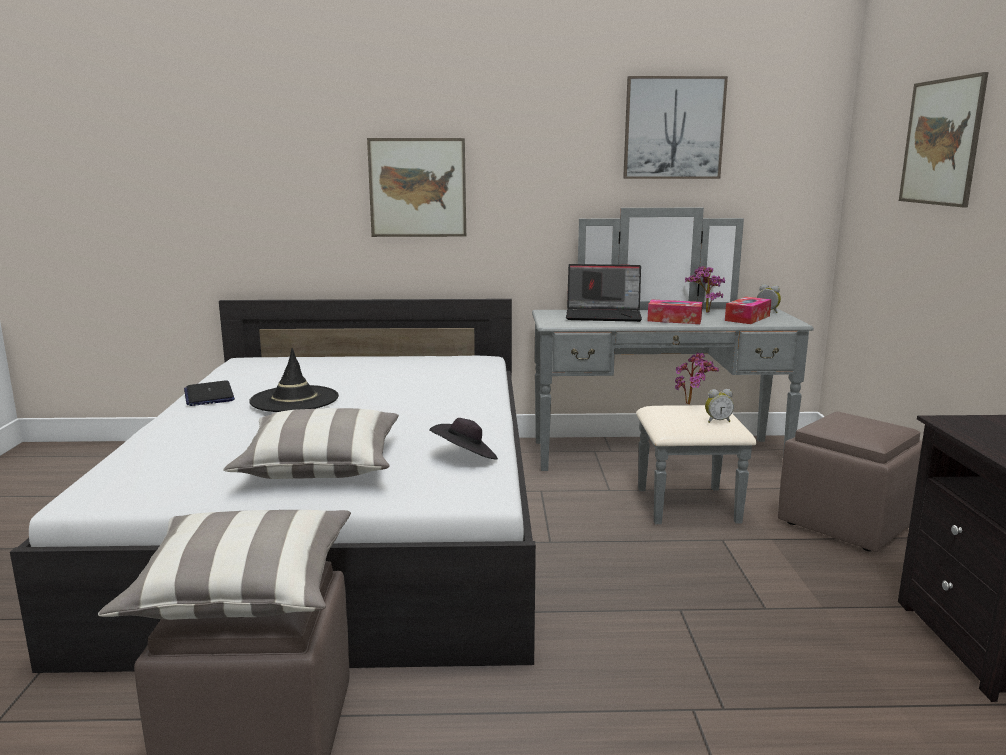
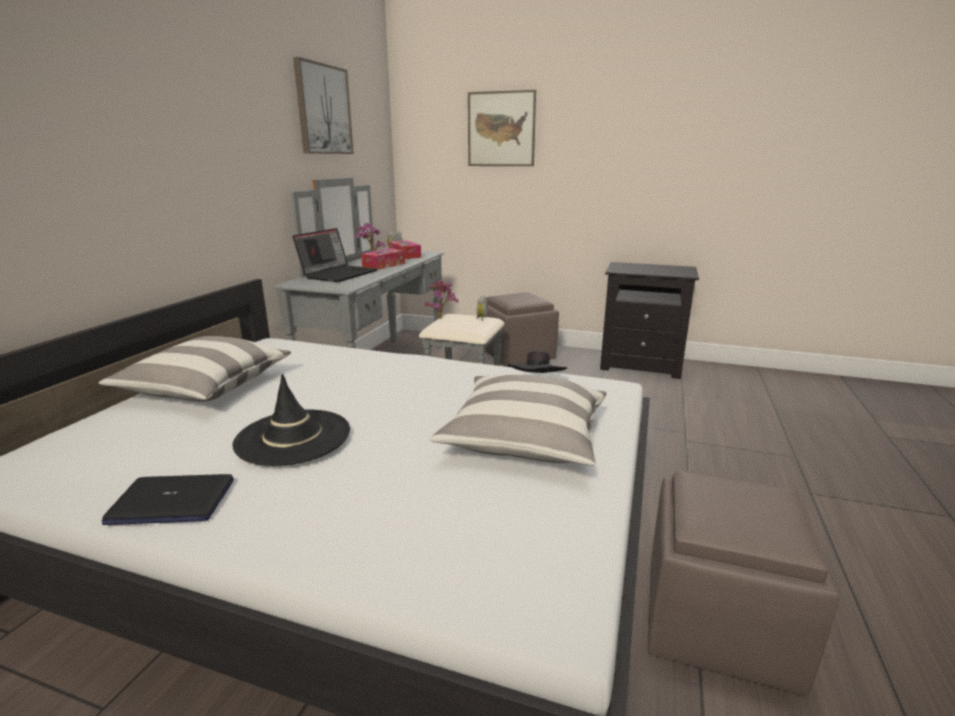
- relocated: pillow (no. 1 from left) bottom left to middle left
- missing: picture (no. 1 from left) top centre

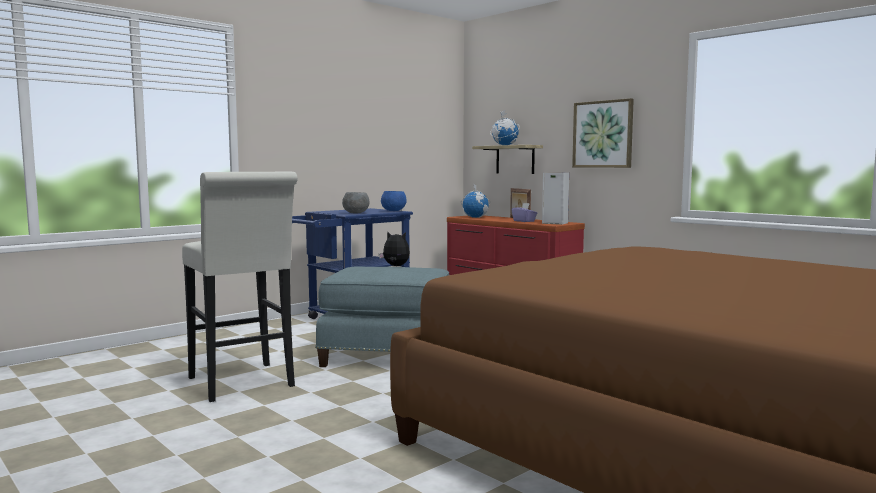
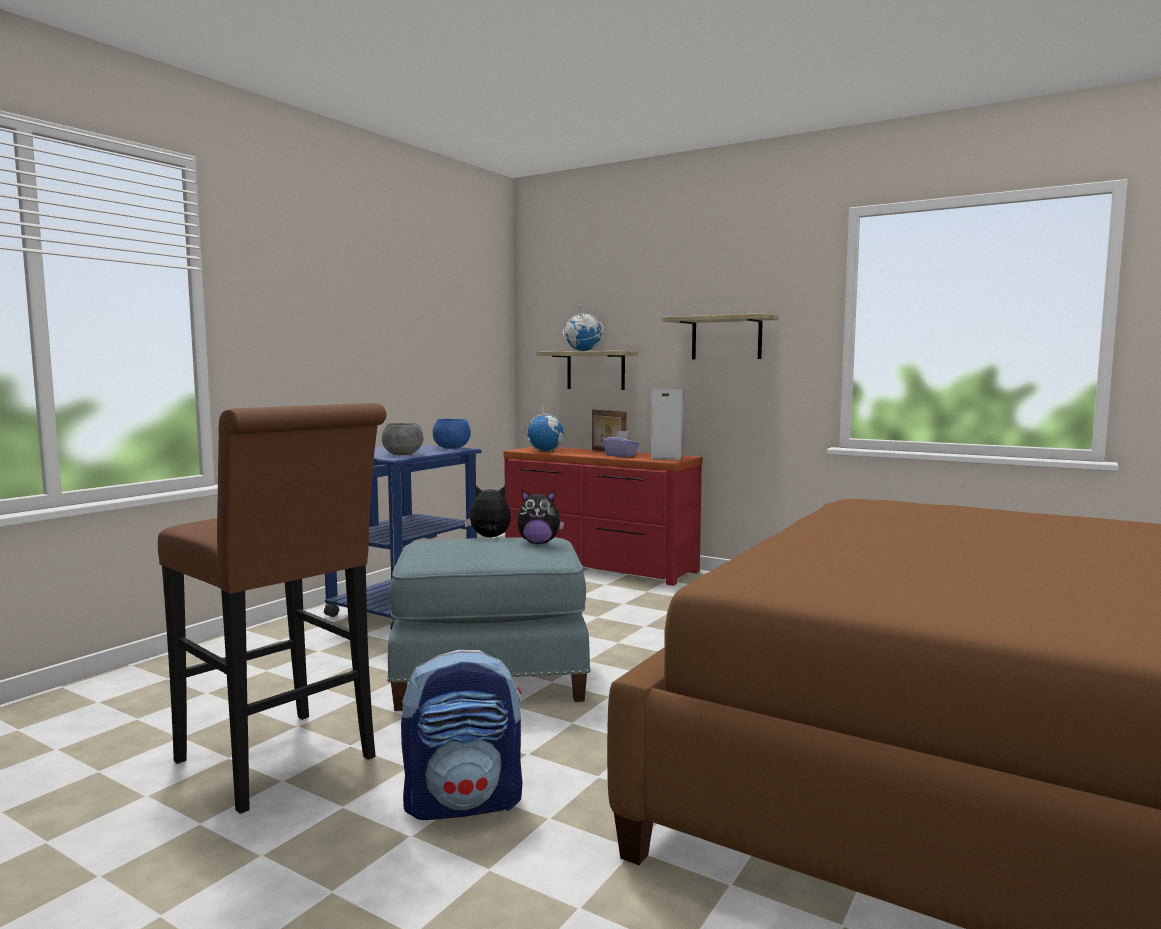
- colour: white sitting stool middle left to brown-coloured sitting stool middle left
- exchanged: picture top right to wall shelf (no. 2 from left) centre
- appeared: rucksack bottom centre
- appeared: plush toy (no. 2 from left) centre

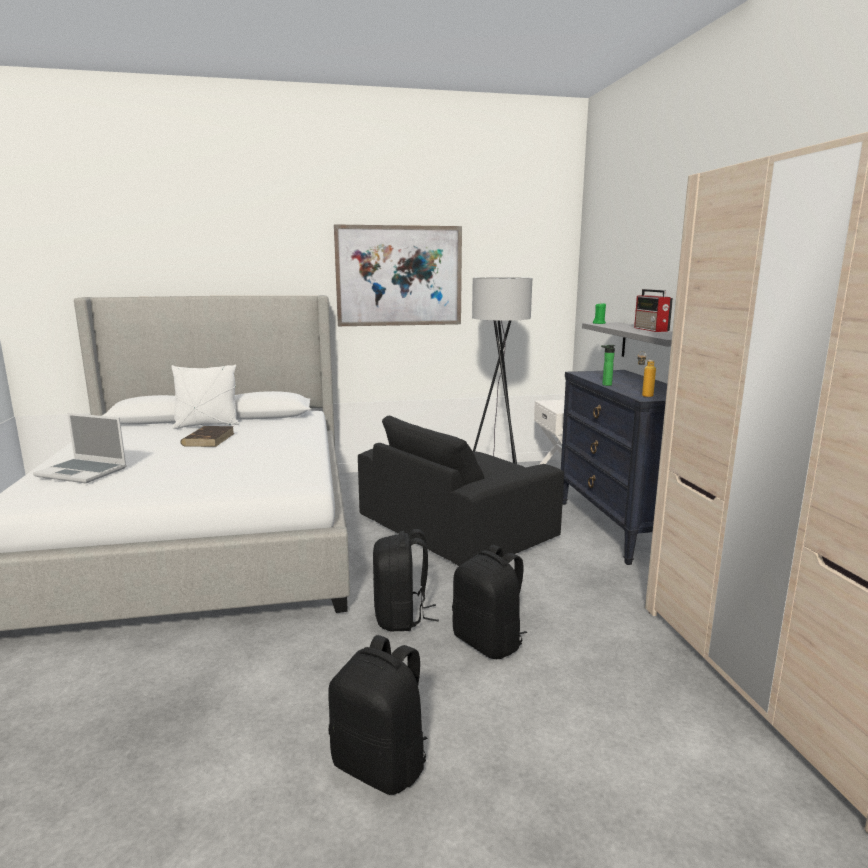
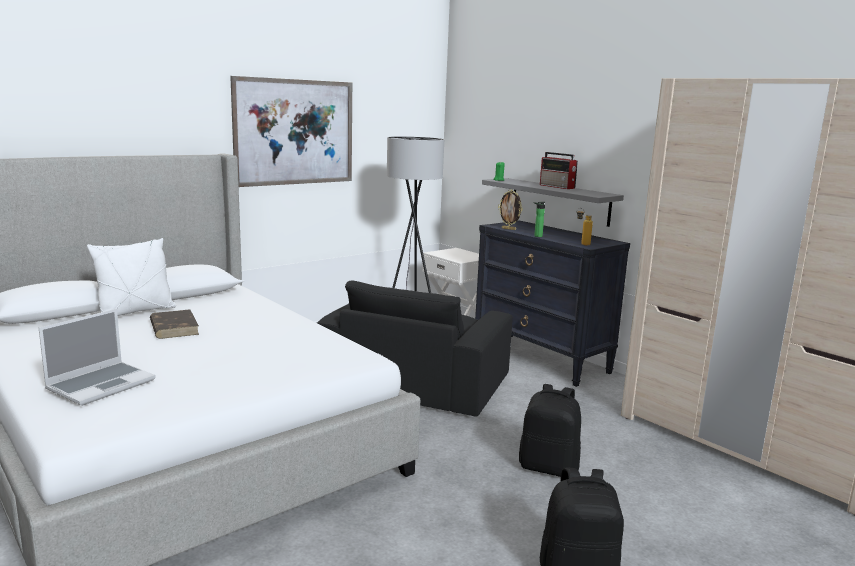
- spun: laptop middle left = middle left 45 degrees counterclockwise
- missing: black-coloured rucksack (no. 2 from left) bottom centre
- appeared: photo frame centre

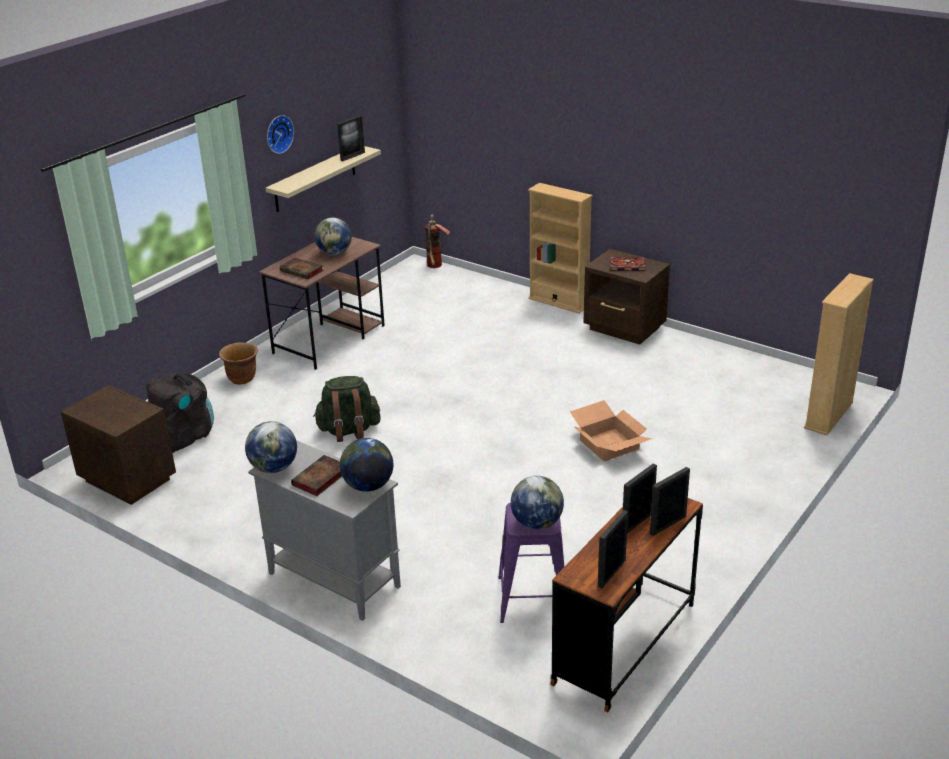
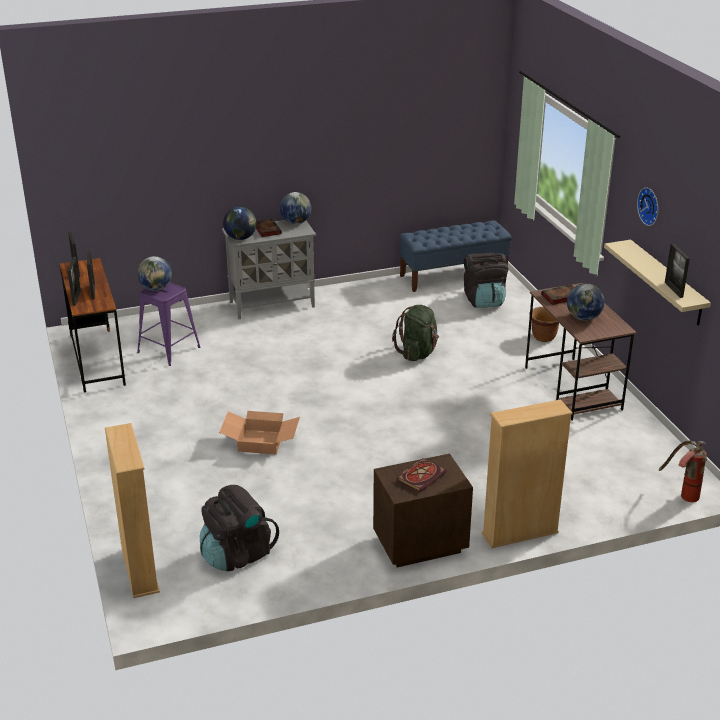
- exchanged: brown-coloured bedside table (no. 1 from left) middle left to bluish bench centre
- appeared: black-coloured rucksack (no. 1 from left) bottom left

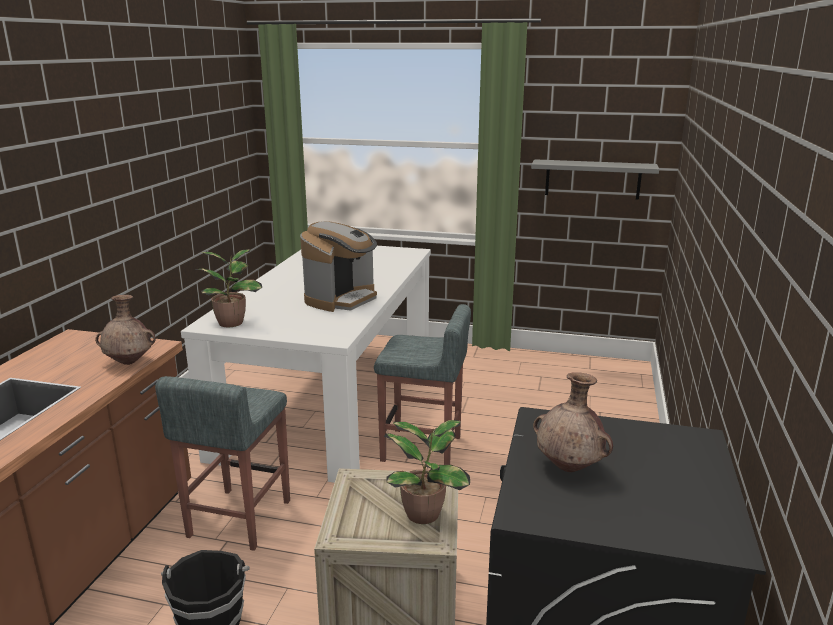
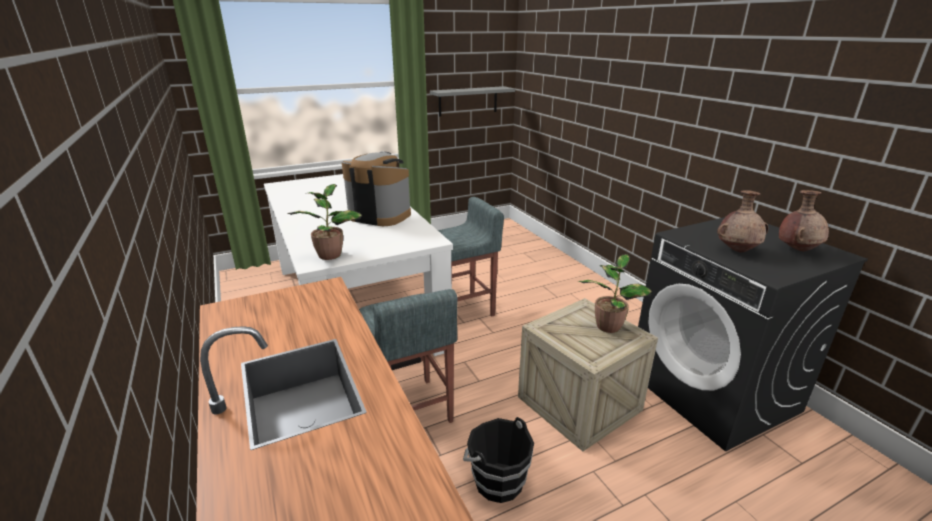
- relocated: brown-coloured vase (no. 1 from left in the first image) middle left to brown-coloured vase (no. 2 from left) middle right
- spun: coffee maker centre = centre 60 degrees counterclockwise

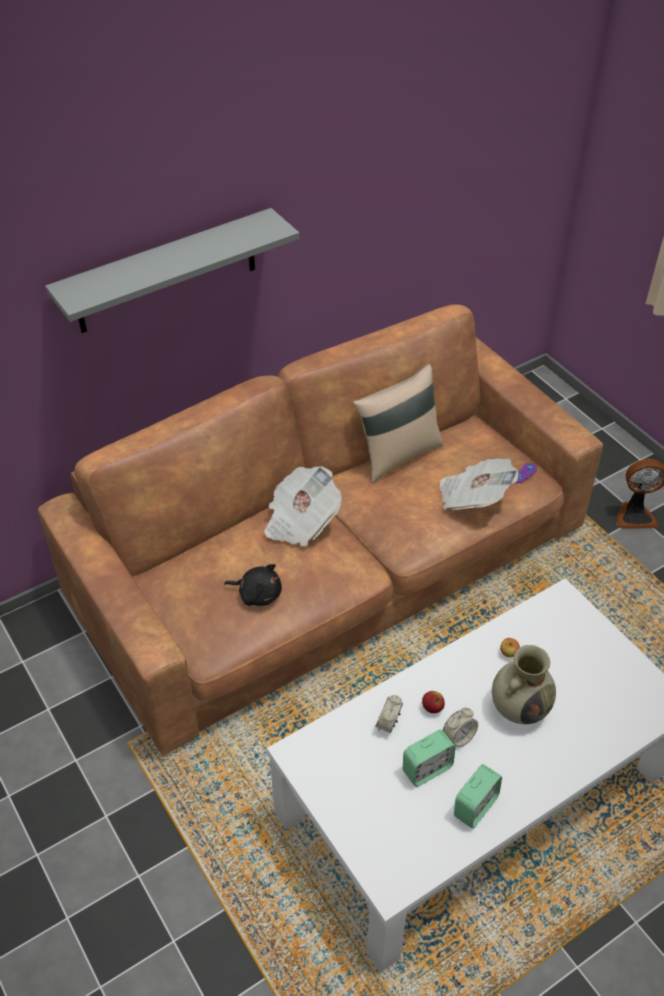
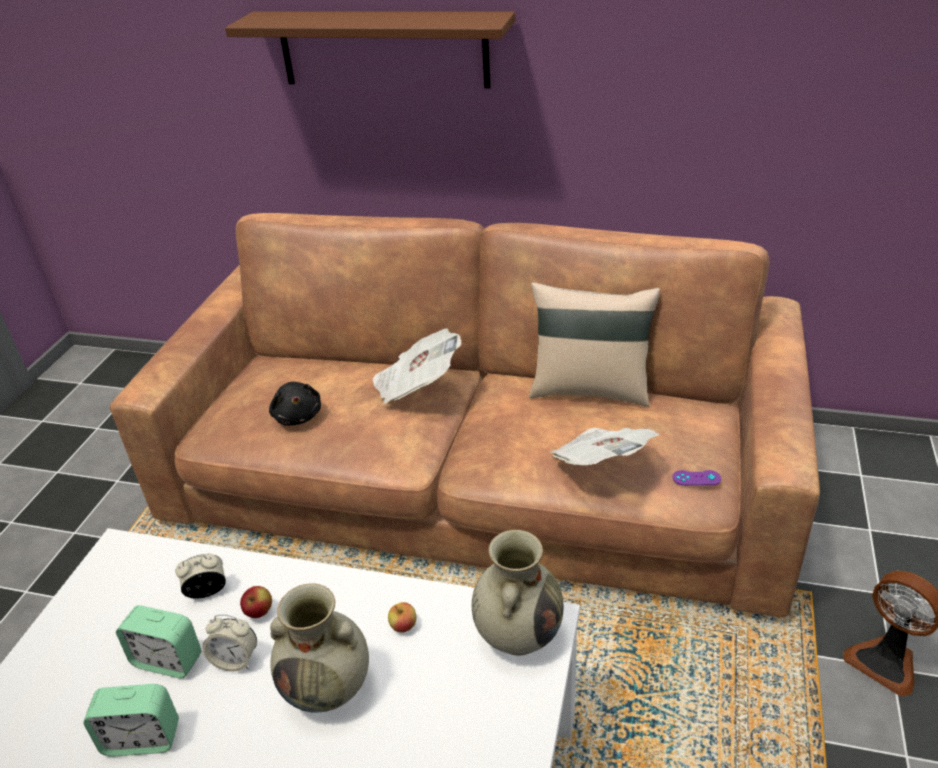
- colour: grey wall shelf top left to brown-coloured wall shelf top centre
- appeared: beige-coloured vase (no. 2 from left) bottom centre

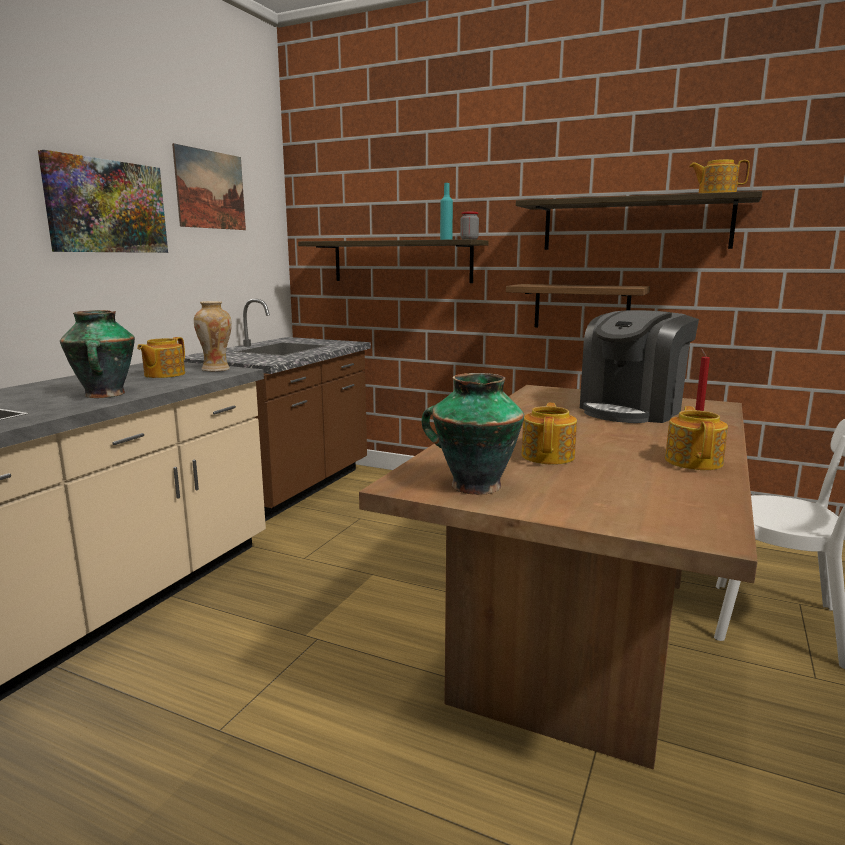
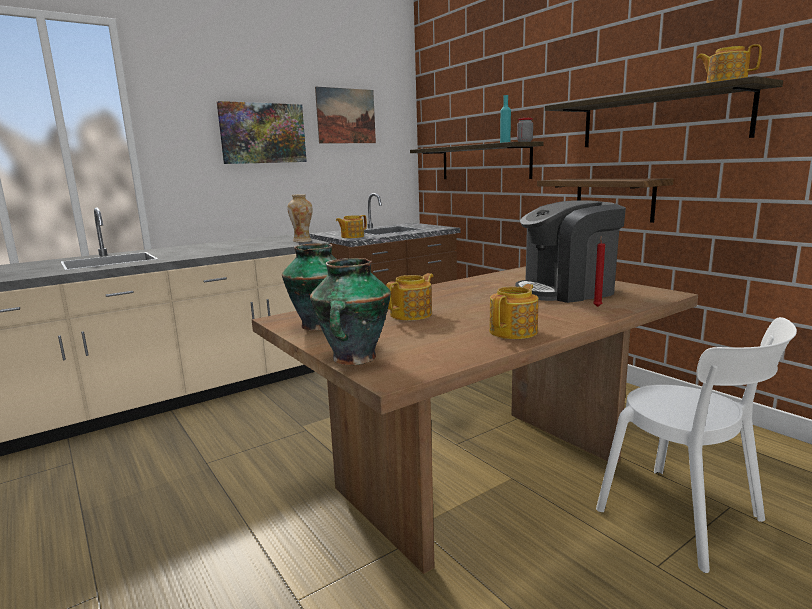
- relocated: vase (no. 1 from left in the first image) middle left to vase (no. 3 from left) centre
- relocated: teapot (no. 1 from left) middle left to centre

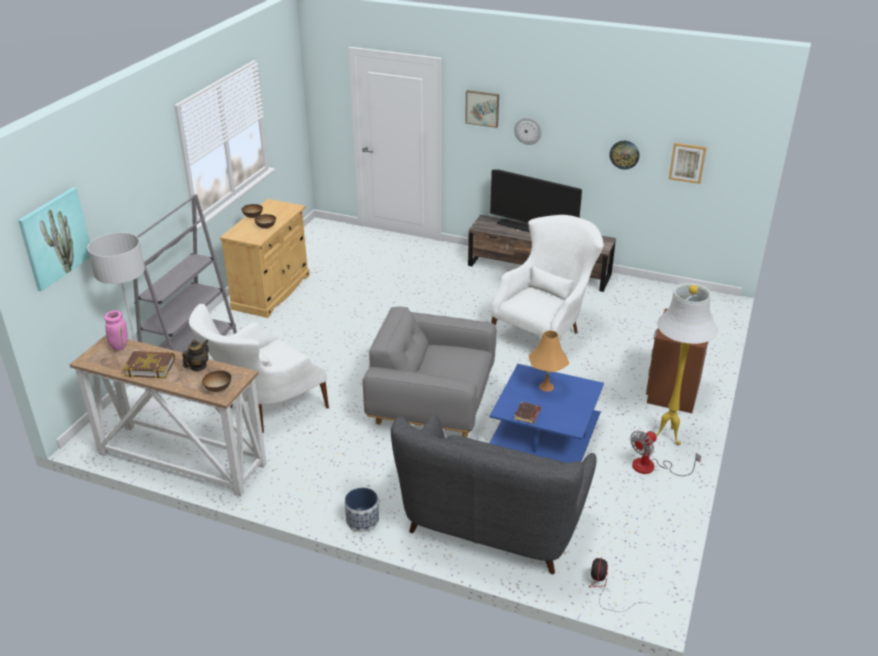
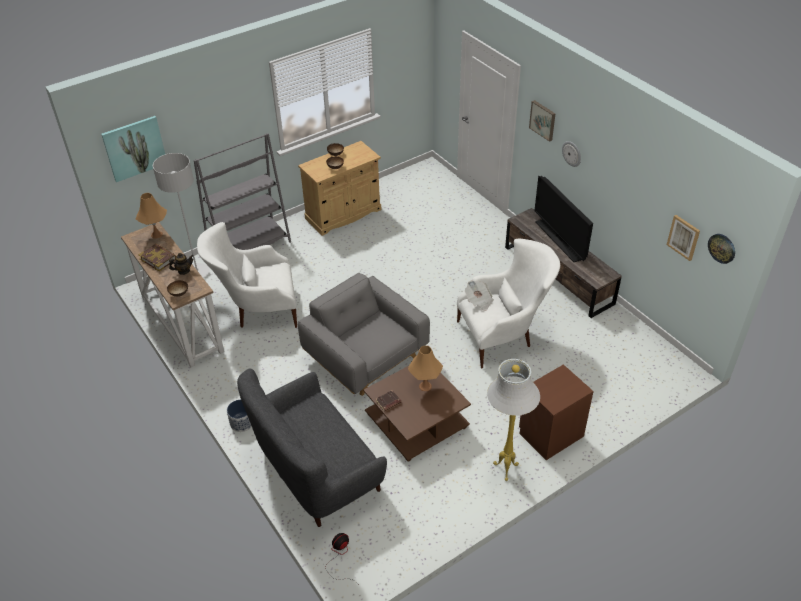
- exchanged: pinkish vase middle left to orange lamp for a table (no. 1 from left) middle left
- colour: bluish coffee table centre to brown-coloured coffee table bottom centre
- relocated: wall clock (no. 2 from left) top right to middle right
- missing: fan (no. 2 from left) bottom right
- appeared: daily paper centre

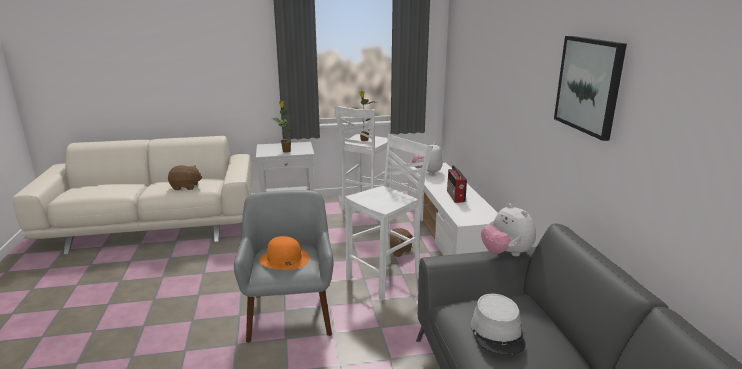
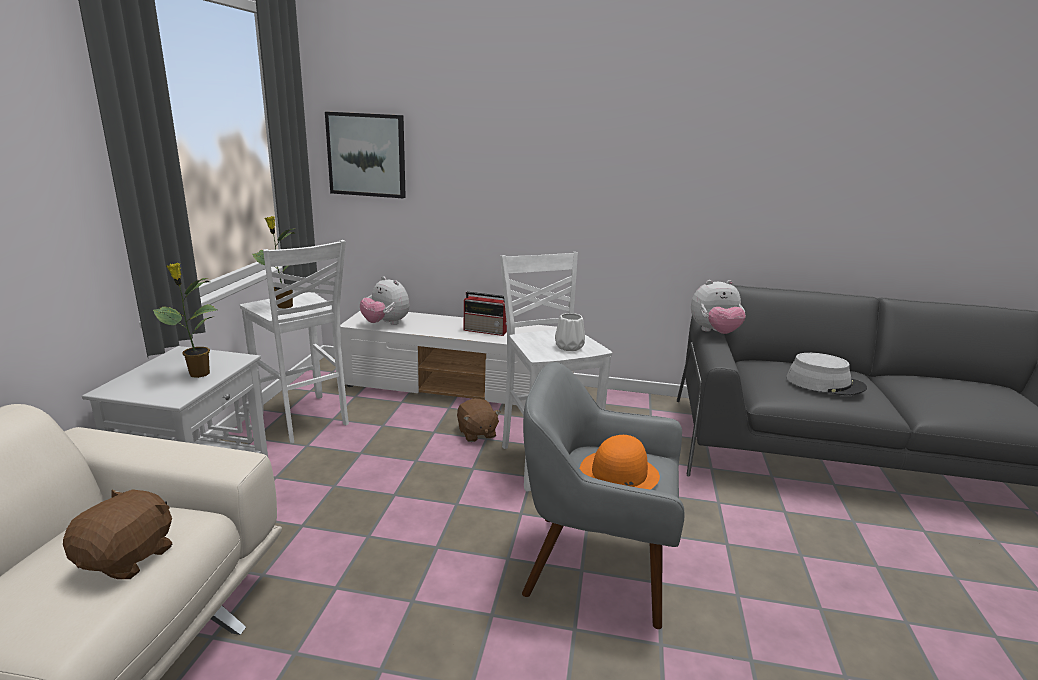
- relocated: picture top right to top centre
- appeared: white vase centre

